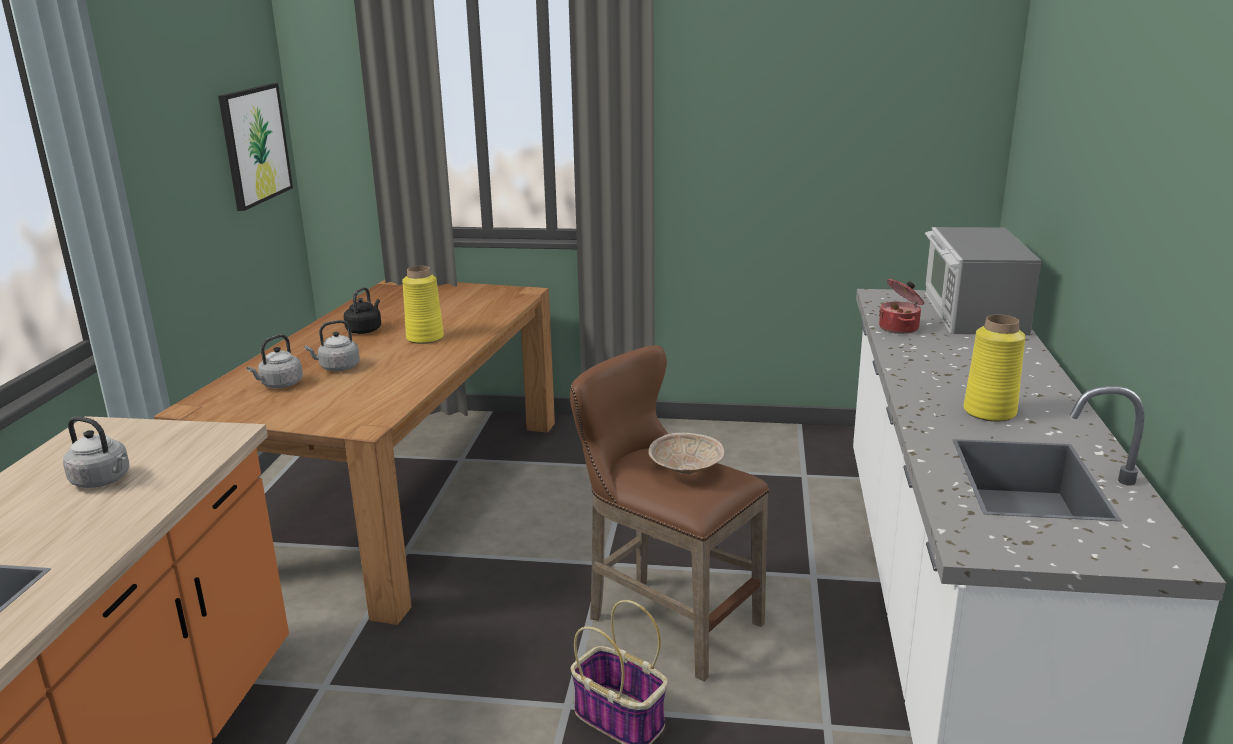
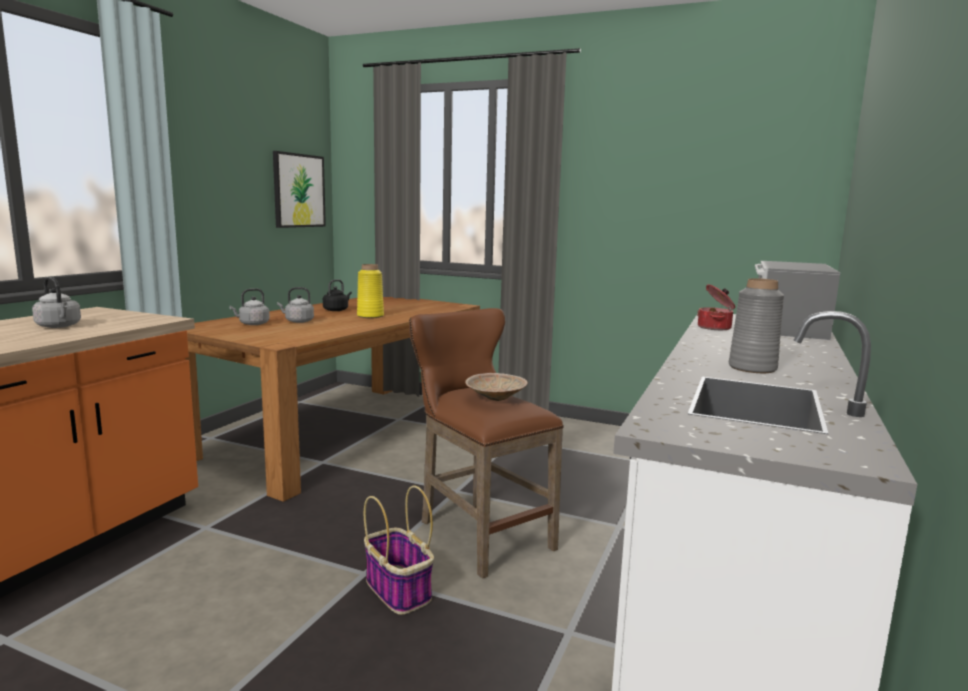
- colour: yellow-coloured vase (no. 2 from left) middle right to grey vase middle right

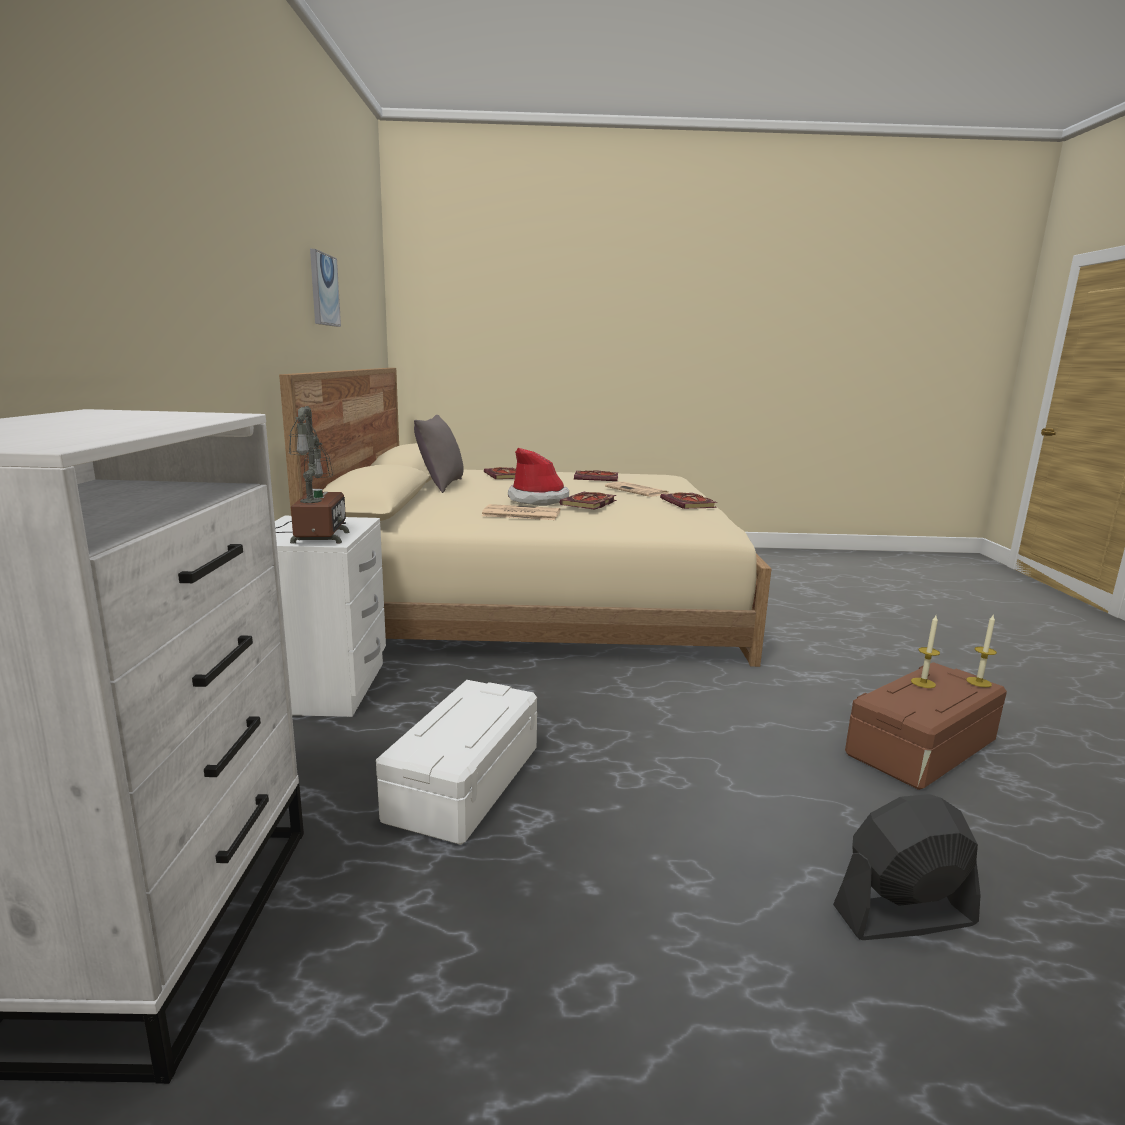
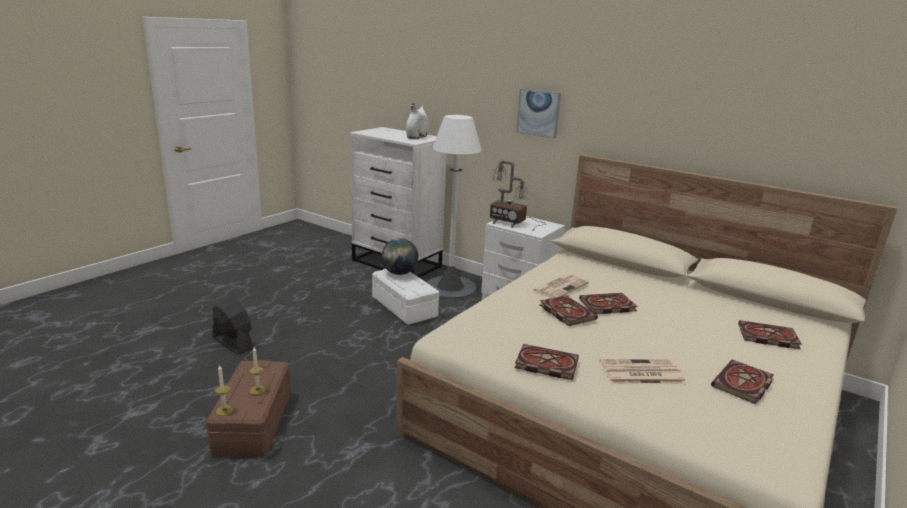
- relocated: picture top left to top centre
- missing: grey pillow centre
- exchanged: hat centre to bound book (no. 3 from left) middle right
- spun: black-coloured fan bottom right = middle left 75 degrees counterclockwise
- appeared: desk globe centre
- appeared: white vase top centre
- appeared: white floor lamp centre

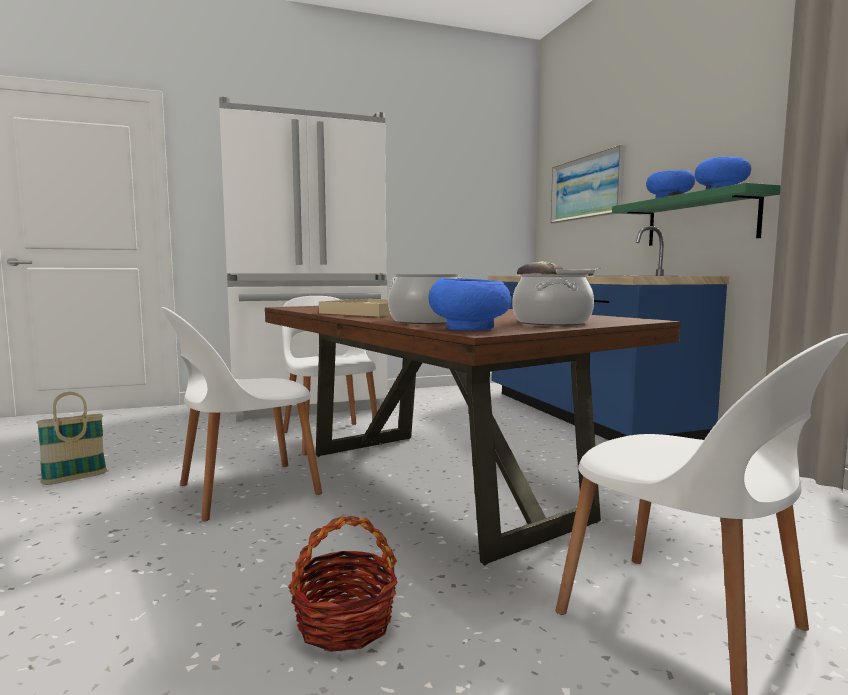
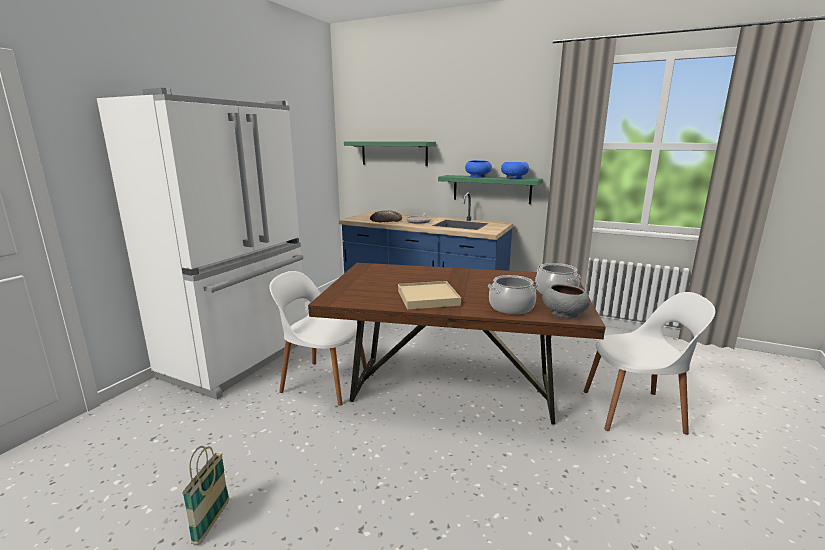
- missing: white upright chair (no. 1 from left) middle left
- missing: storage basket (no. 2 from left) bottom centre
- colour: bluish deep dish (no. 1 from left) centre to grey deep dish middle right
- exchanged: picture top right to green wall shelf (no. 1 from left) top centre

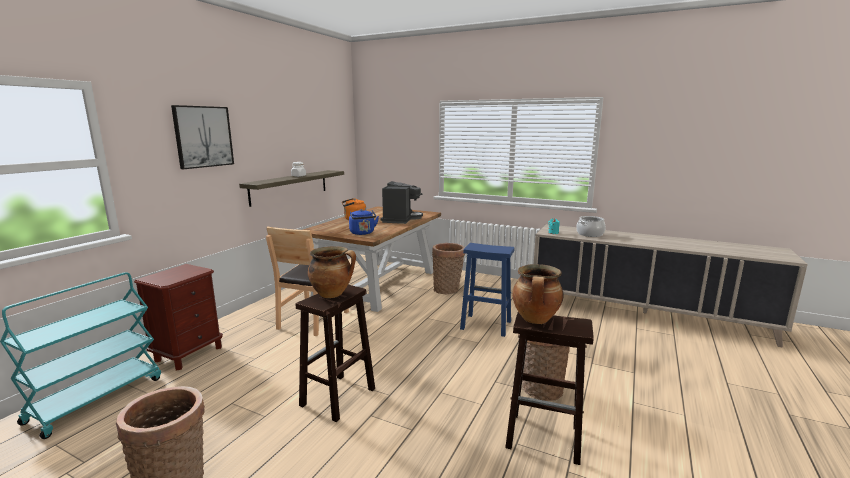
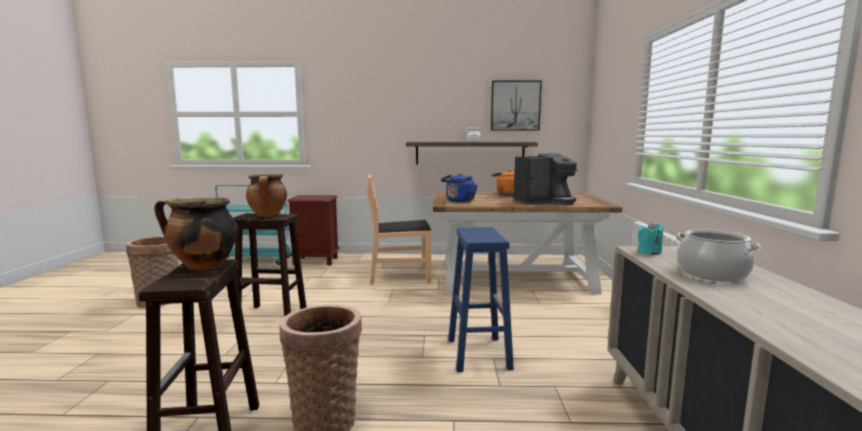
- relocated: picture top left to top centre
- missing: storage basket (no. 2 from left) centre

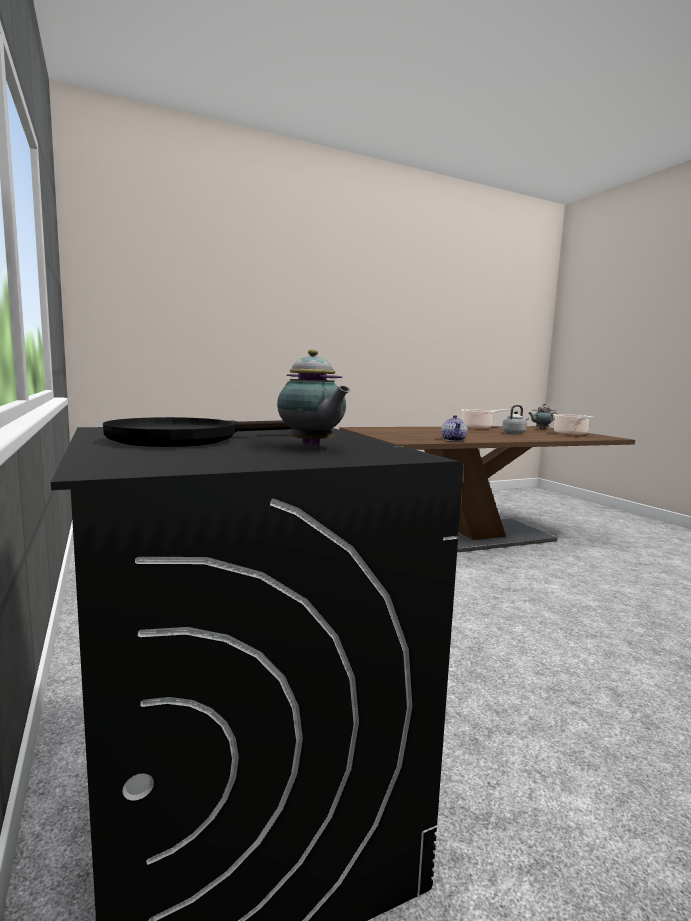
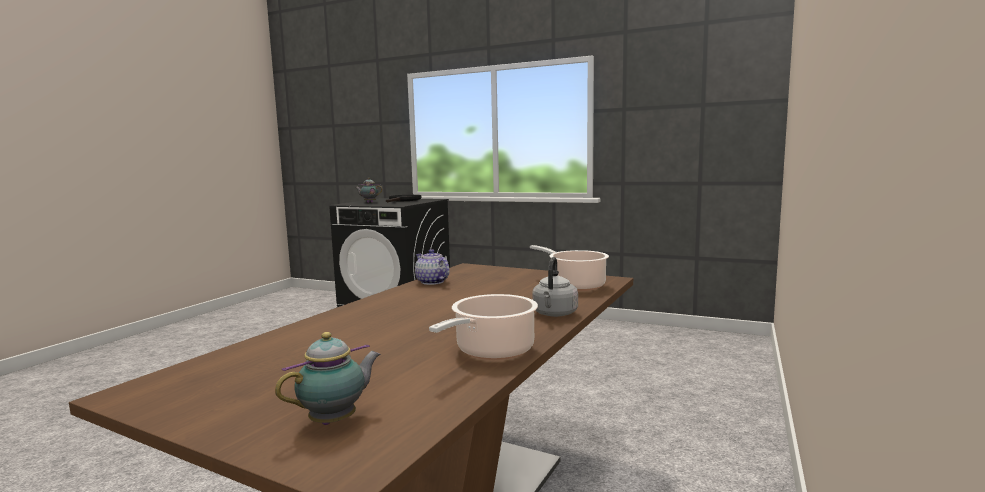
- relocated: grey kettle middle right to centre
- relocated: saucepot (no. 2 from left) middle right to centre

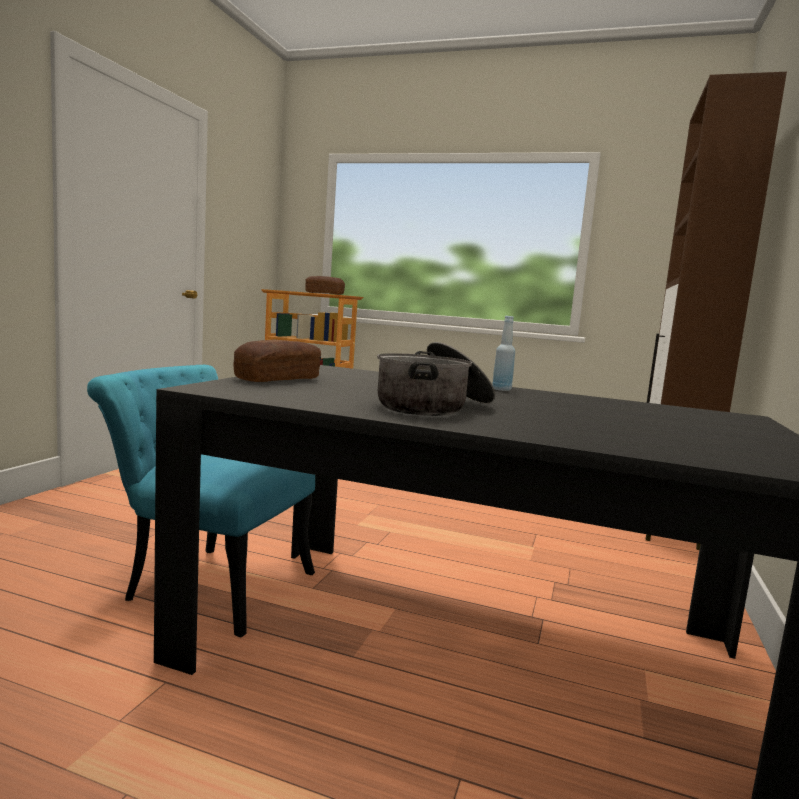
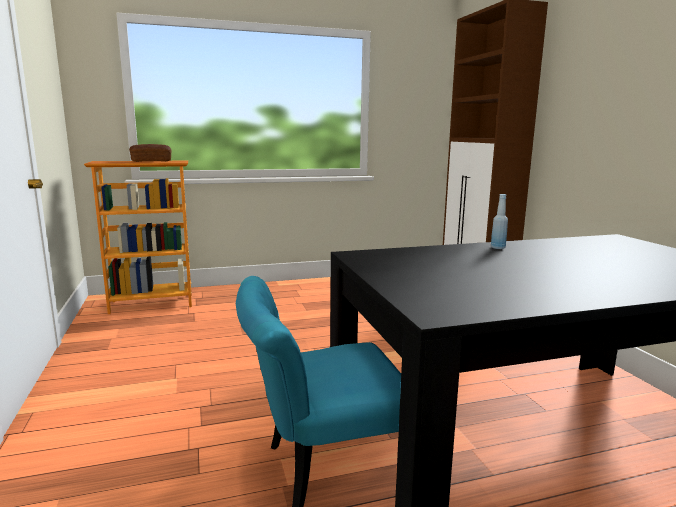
- missing: bakery bread (no. 1 from left) centre
- missing: saucepot centre

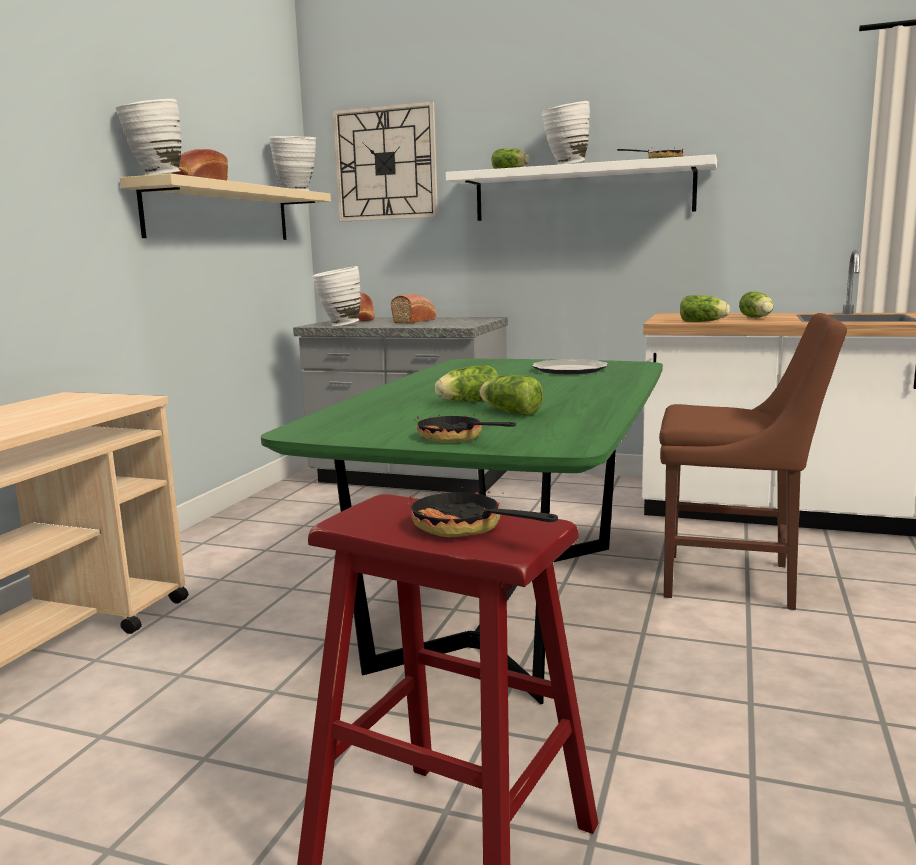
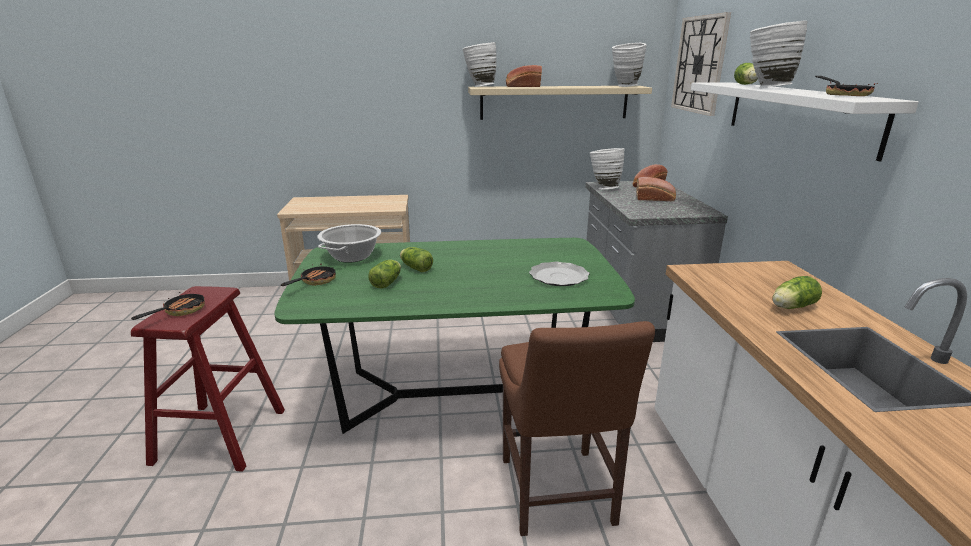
- missing: lettuce head (no. 4 from left) middle right
- appeared: saucepot centre

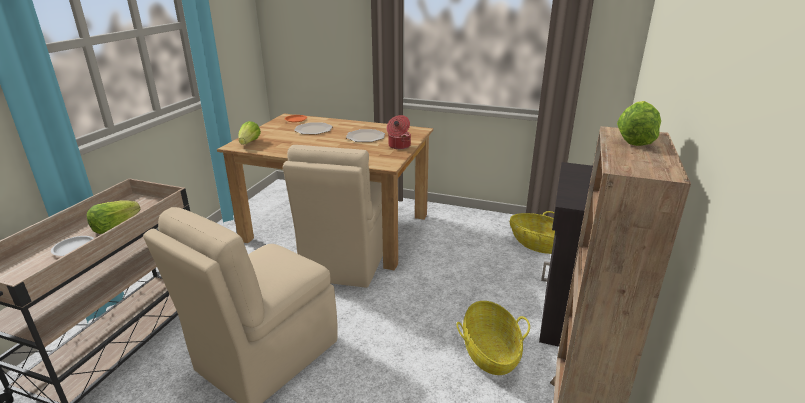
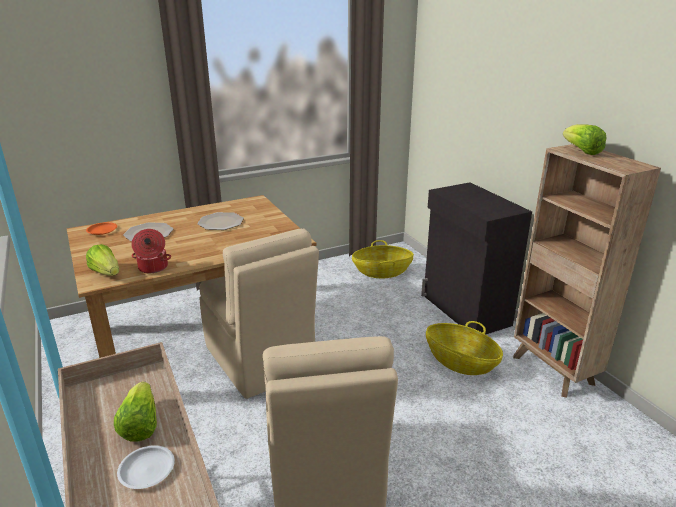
- relocated: saucepot top centre to middle left

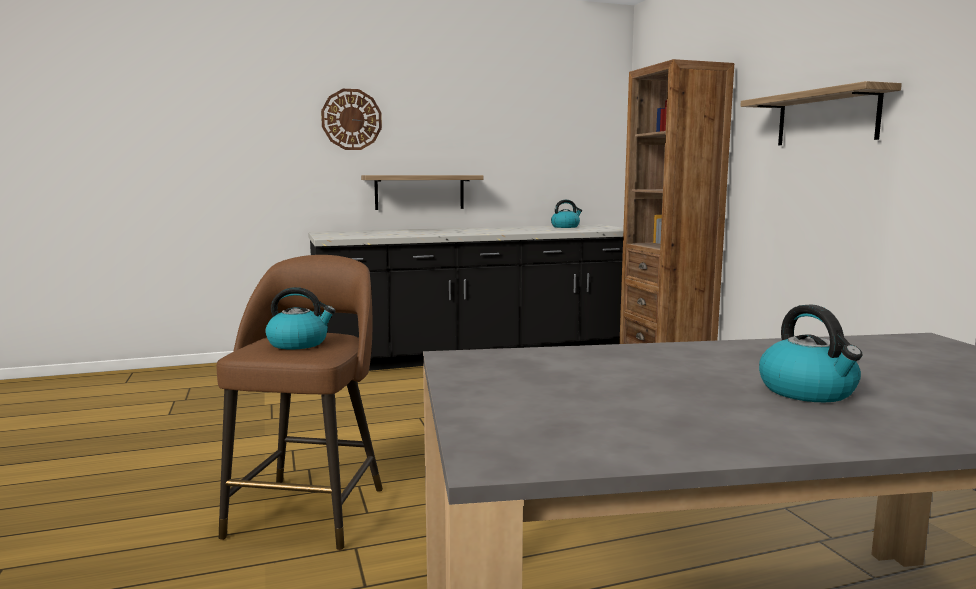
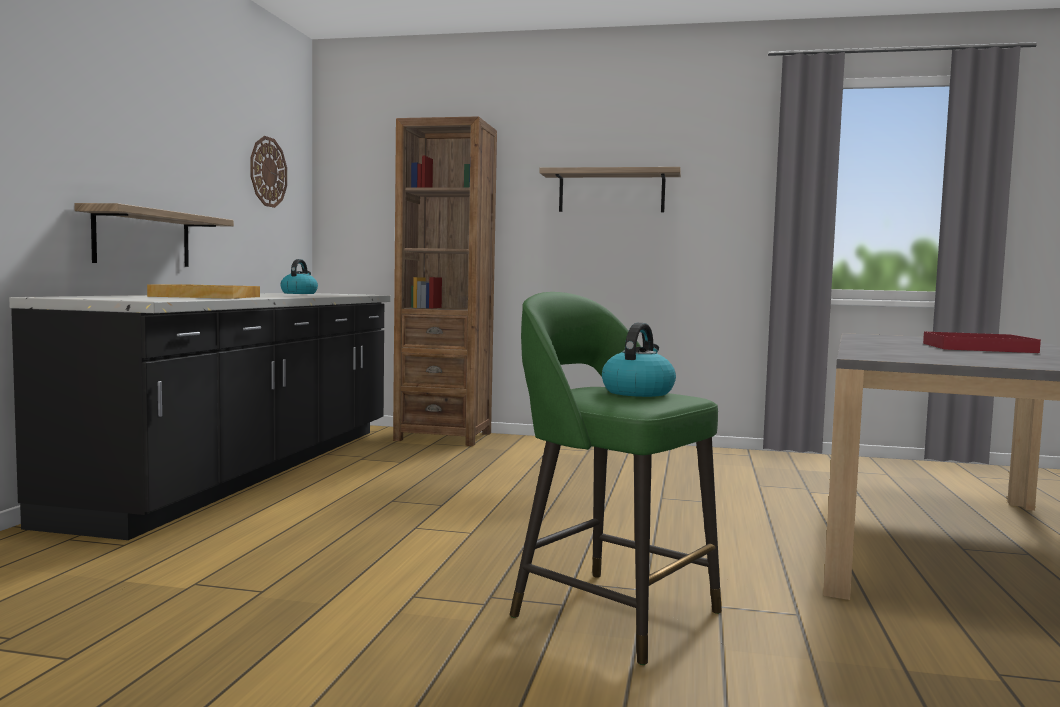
- colour: brown-coloured sitting stool bottom left to green sitting stool bottom centre
- relocated: wall clock top centre to top left
- exchanged: kettle (no. 3 from left) middle right to red-coloured tray middle right
- appeared: beige-coloured tray middle left

